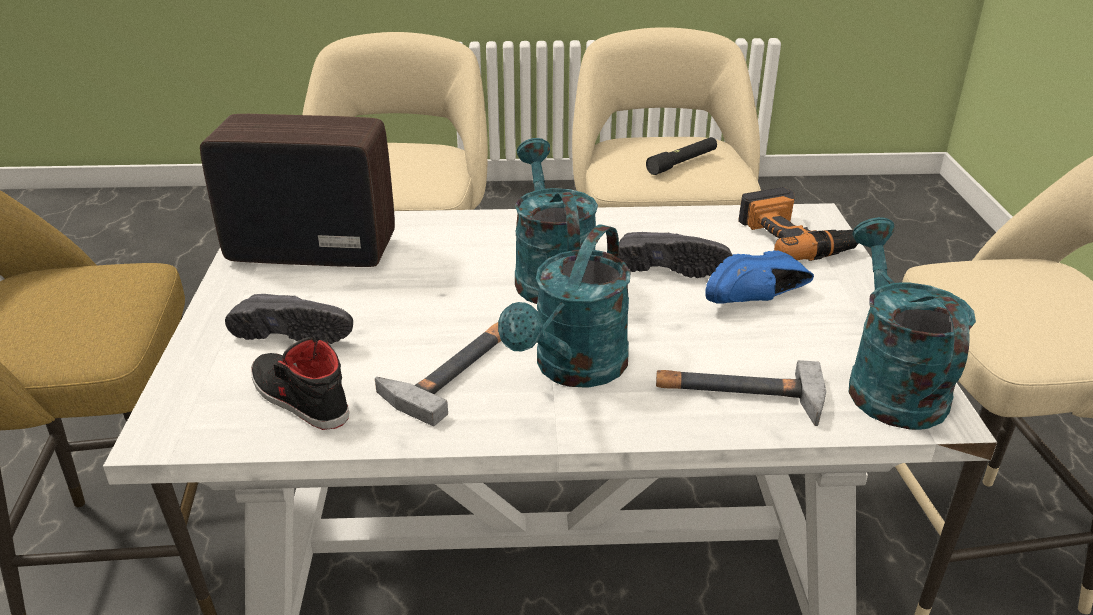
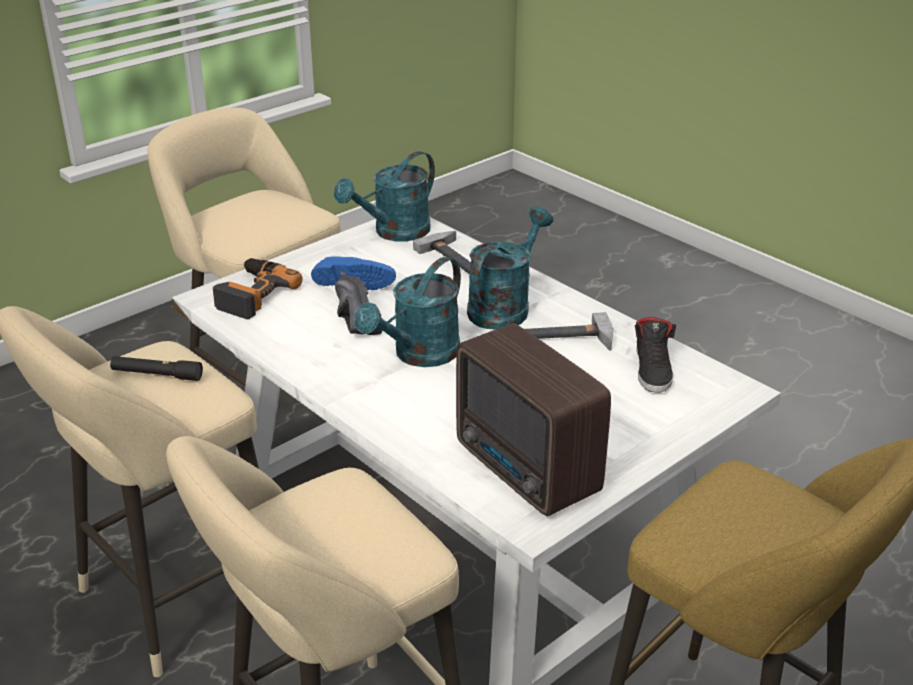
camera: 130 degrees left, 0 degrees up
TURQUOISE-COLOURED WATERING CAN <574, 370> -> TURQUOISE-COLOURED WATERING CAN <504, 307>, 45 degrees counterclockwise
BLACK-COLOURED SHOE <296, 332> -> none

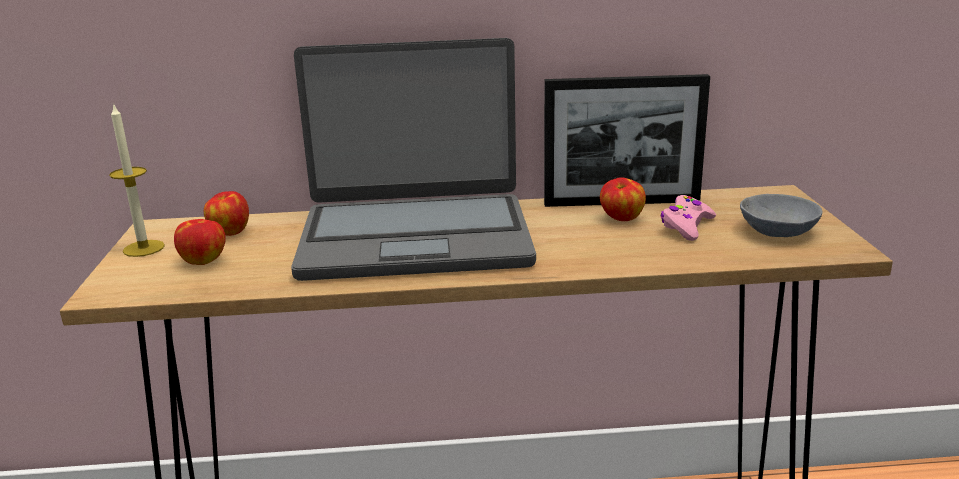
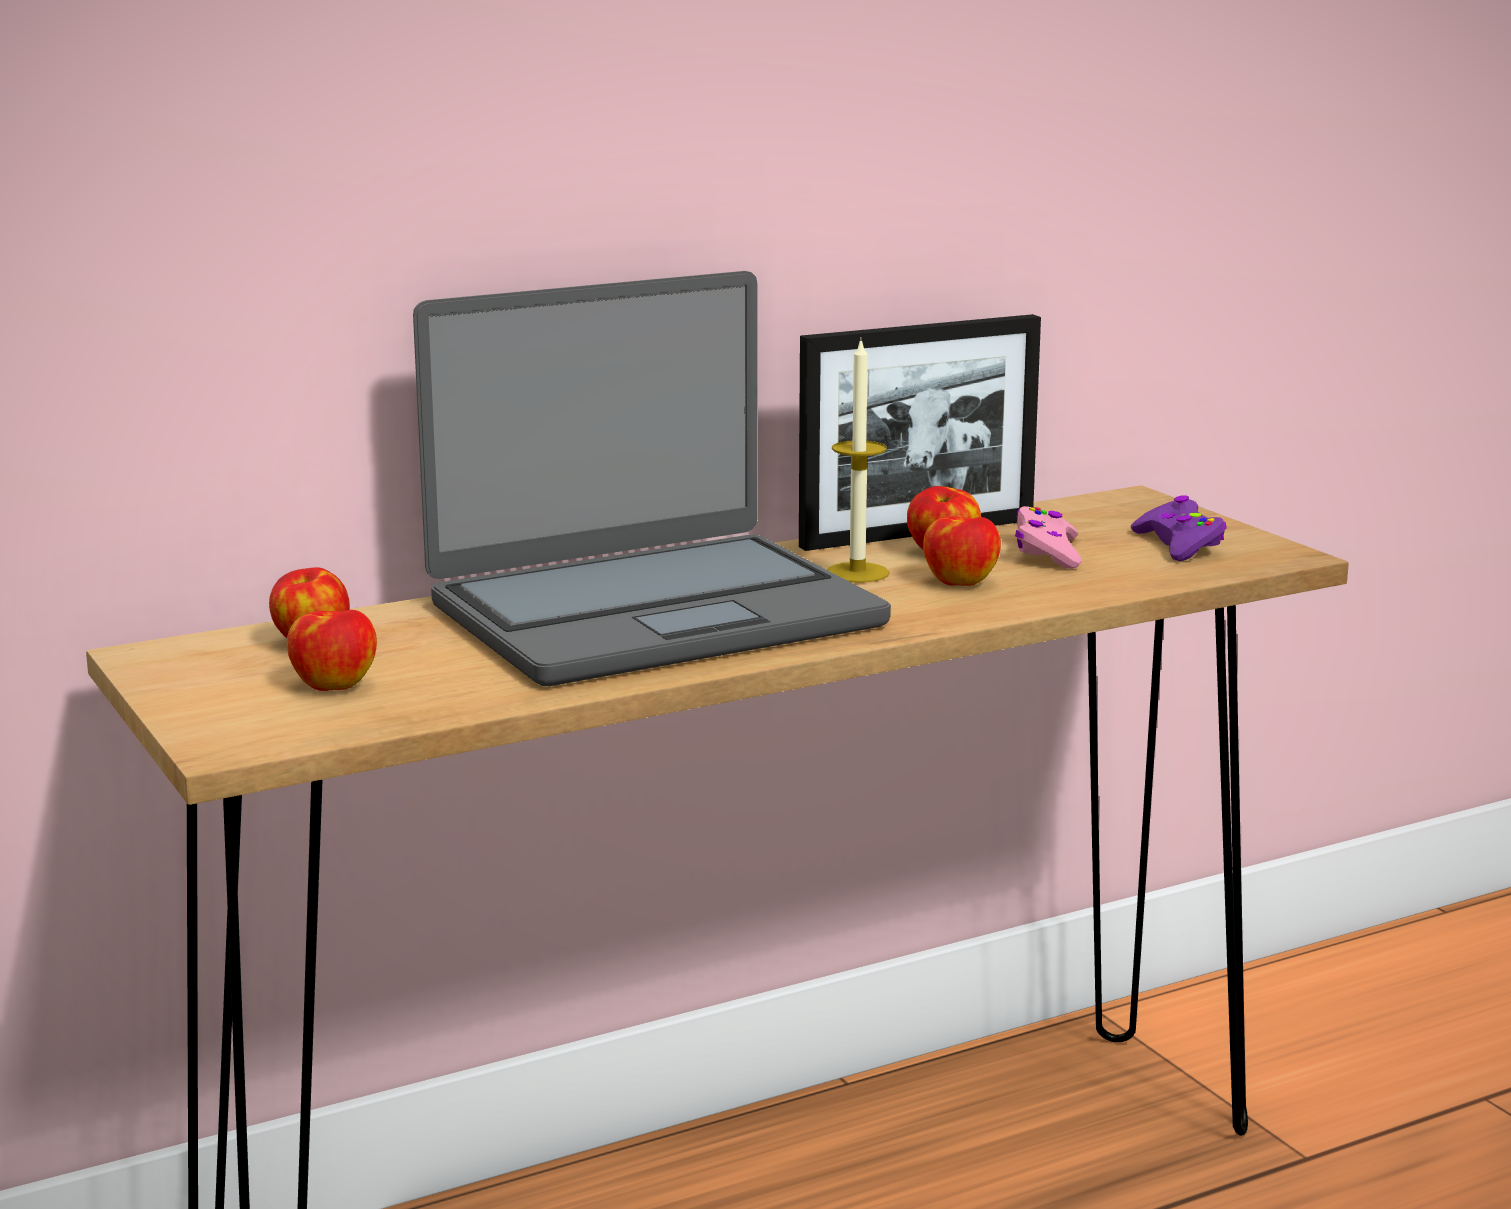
camera: 25 degrees left, 5 degrees down
WAX CANDLE <143, 248> -> WAX CANDLE <857, 573>, moved
GRAY BOWL <779, 231> -> PURPLE-COLOURED GAMEPAD <1179, 544>
none -> APPLE <960, 582>

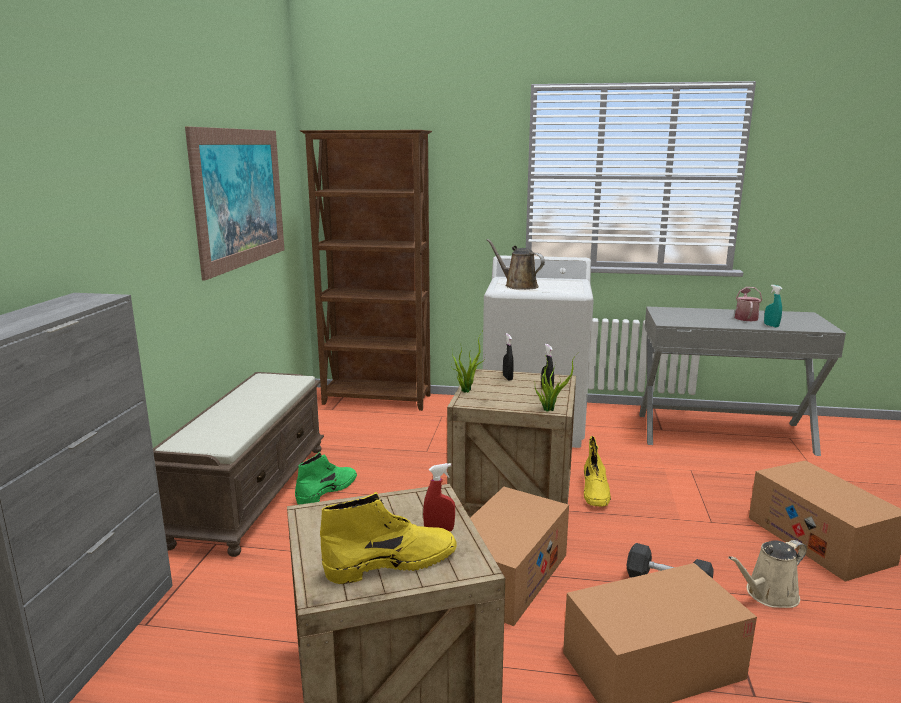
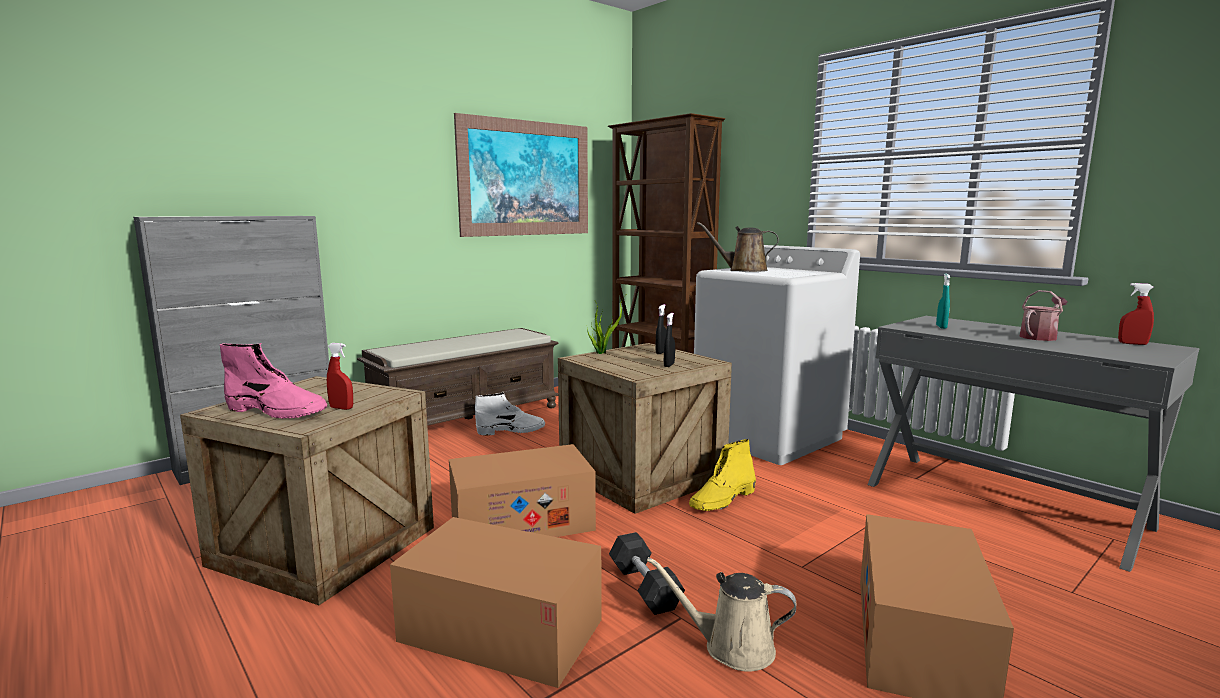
camera: 40 degrees right, 5 degrees down
BROWN WATERING CAN <518, 286> -> BROWN WATERING CAN <743, 270>, 75 degrees counterclockwise
TURQUOISE-COLOURED HAND SPRAYER <771, 326> -> TURQUOISE-COLOURED HAND SPRAYER <941, 327>, moved
HOUSEPLANT <550, 409> -> none
GREEN-COLOURED HIGH-TOP BOOT <327, 490> -> WHITE HIGH-TOP BOOT <512, 430>
YELLOW-COLOURED HIGH-TOP BOOT <393, 563> -> PINK HIGH-TOP BOOT <277, 411>
none -> RED-COLOURED HAND SPRAYER <1132, 344>

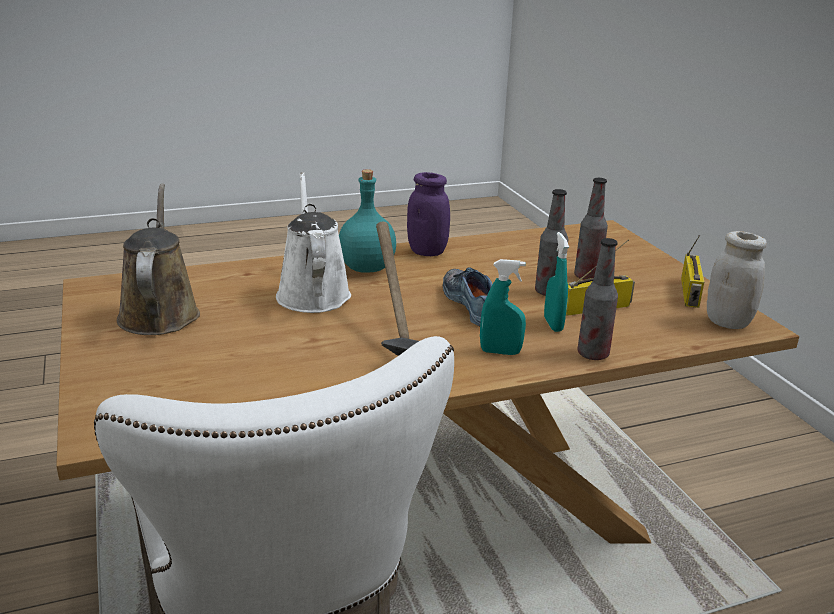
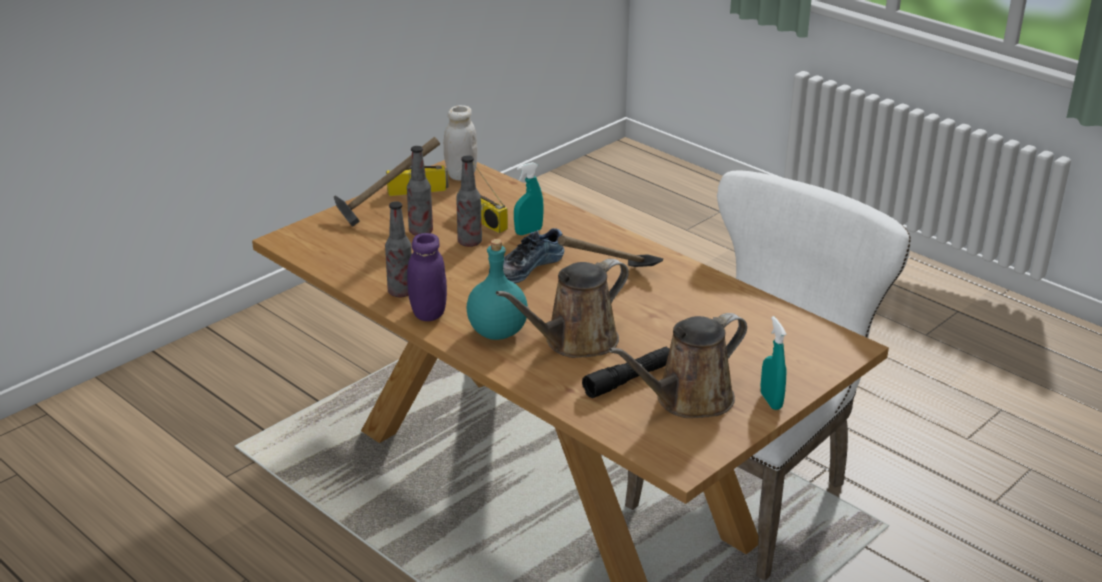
camera: 115 degrees left, 5 degrees up
WHITE WATERING CAN <312, 293> -> BROWN WATERING CAN <575, 342>
DRINK BOTTLE <593, 354> -> DRINK BOTTLE <400, 292>, moved
TURQUOISE-COLOURED HAND SPRAYER <500, 352> -> TURQUOISE-COLOURED HAND SPRAYER <771, 401>, moved
none -> TOOL HAMMER <385, 212>
none -> BLACK-COLOURED TORCH <630, 379>

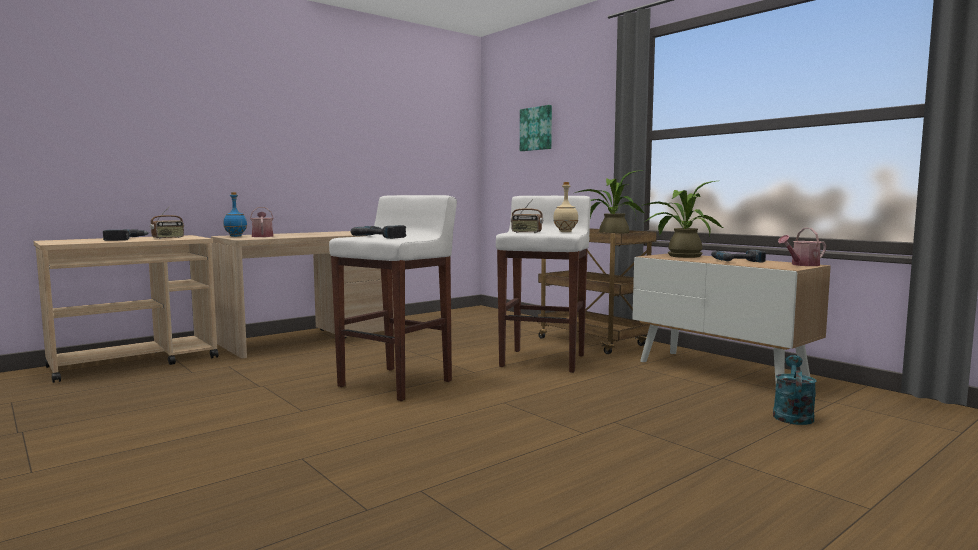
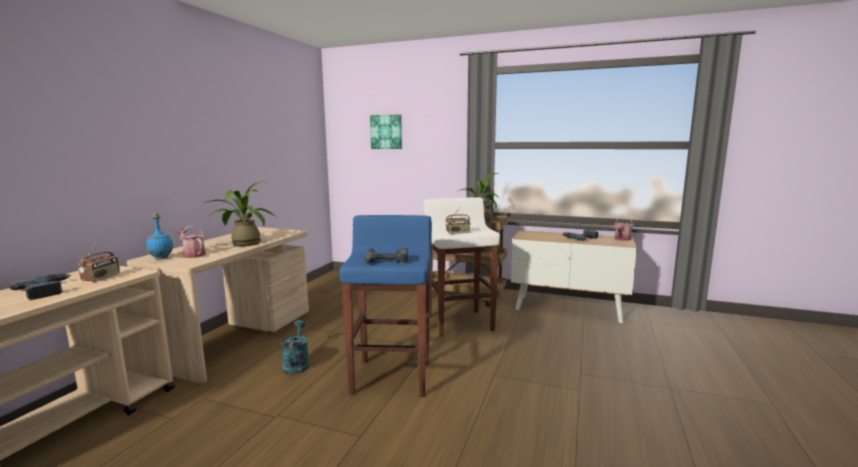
camera: 30 degrees left, 5 degrees up
HOUSEPLANT <680, 256> -> HOUSEPLANT <243, 243>, moved
BEIGE DRINK BOTTLE <565, 232> -> none
WHITE STOOL SEAT <397, 383> -> BLUE STOOL SEAT <392, 376>
TURQUOISE-COLOURED WATERING CAN <792, 415> -> TURQUOISE-COLOURED WATERING CAN <296, 364>, moved

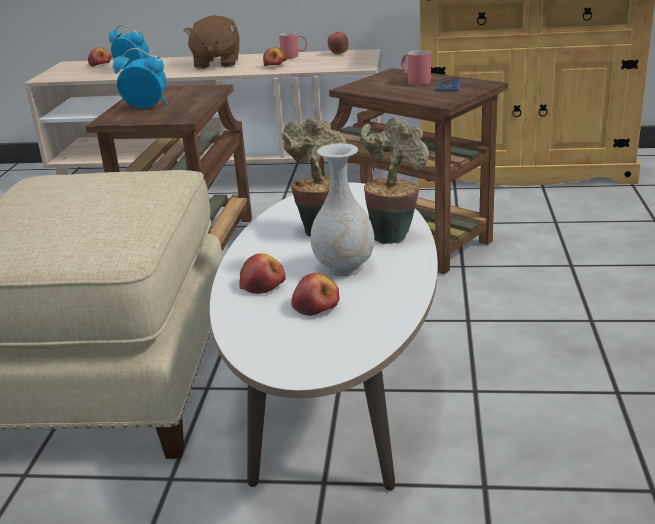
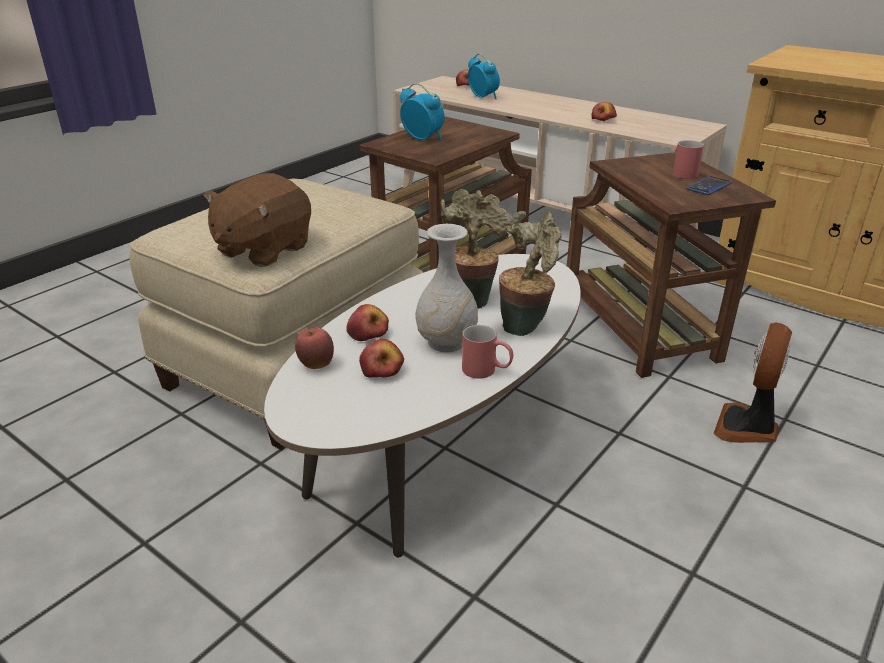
camera: 30 degrees right, 5 degrees up
BROWN SOFT TOY <216, 63> -> BROWN SOFT TOY <263, 250>, moved
APPLE <338, 53> -> APPLE <316, 365>, moved
RED-COLOURED MUG <294, 56> -> RED-COLOURED MUG <487, 371>, moved
none -> COOLING FAN <747, 427>

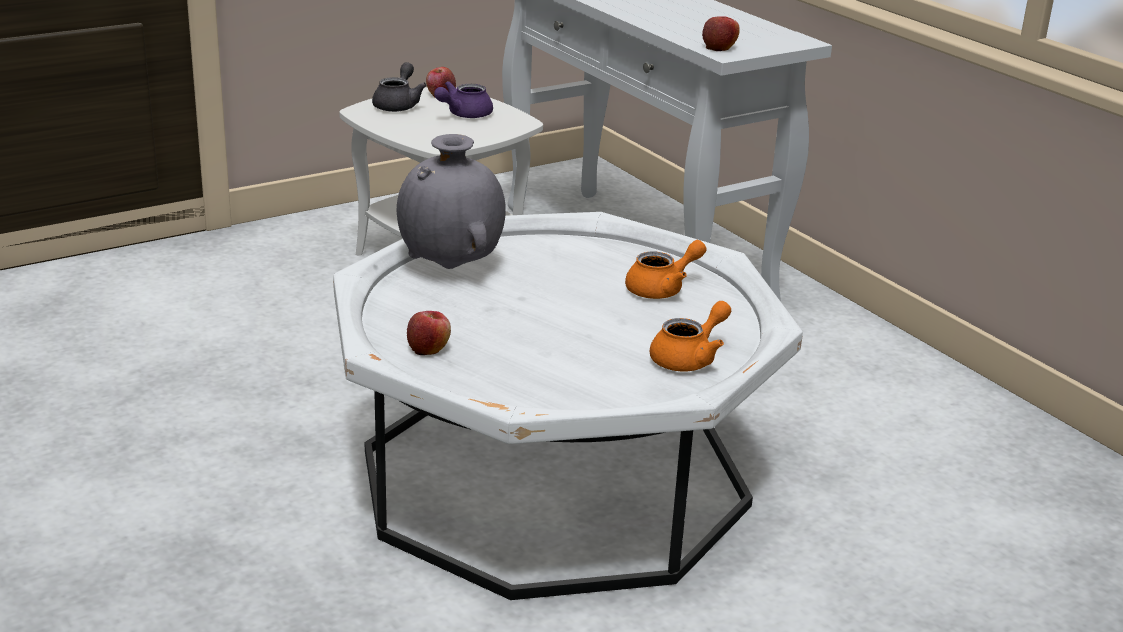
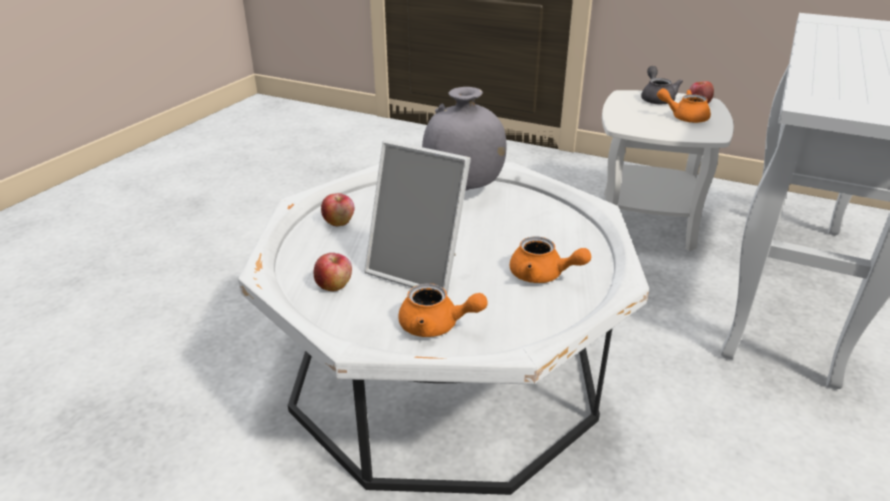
camera: 60 degrees right, 5 degrees up
APPLE <719, 47> -> APPLE <334, 285>, moved
GRAY POT FOR TEA <398, 105> -> GRAY POT FOR TEA <656, 98>, 75 degrees counterclockwise
PURPLE-COLOURED POT FOR TEA <464, 115> -> ORANGE POT FOR TEA <684, 117>
none -> STANDING FRAME <420, 270>

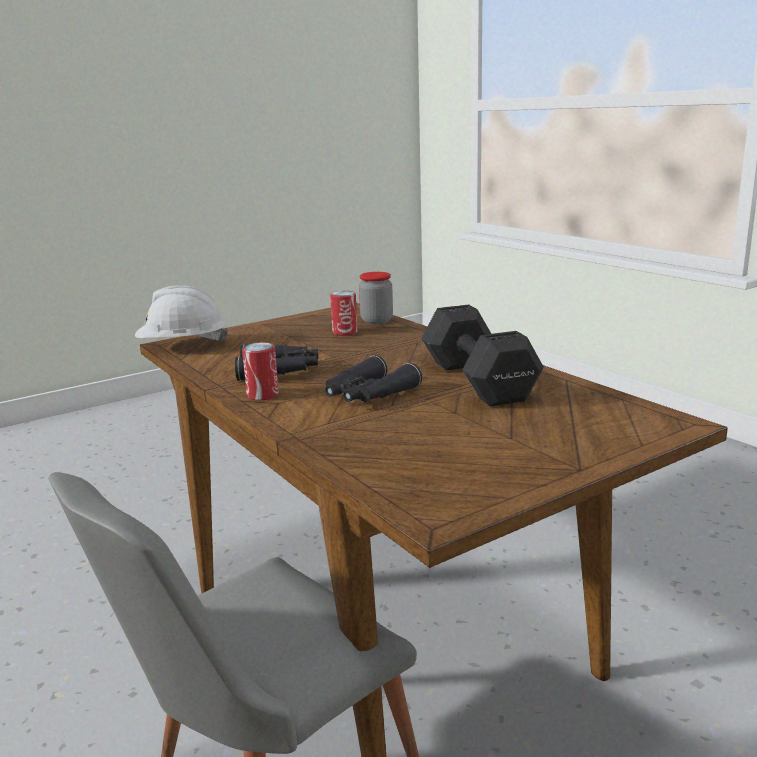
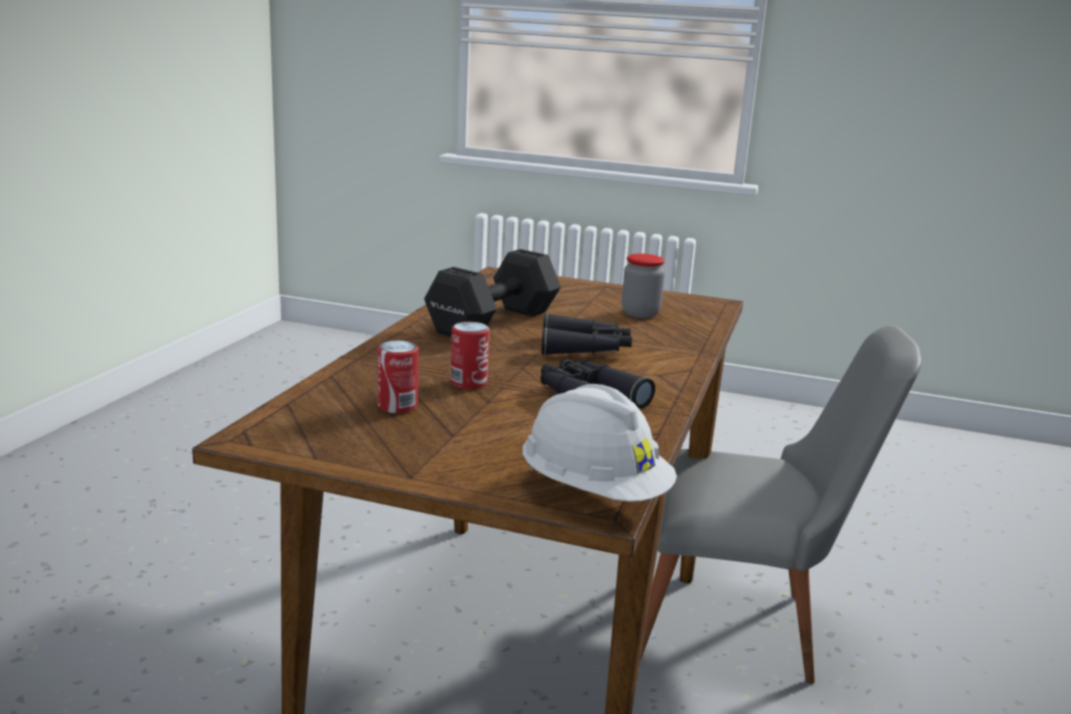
camera: 130 degrees left, 0 degrees up
JAR <376, 321> -> JAR <640, 313>, moved
SEALED CAN <262, 395> -> SEALED CAN <468, 383>, moved

